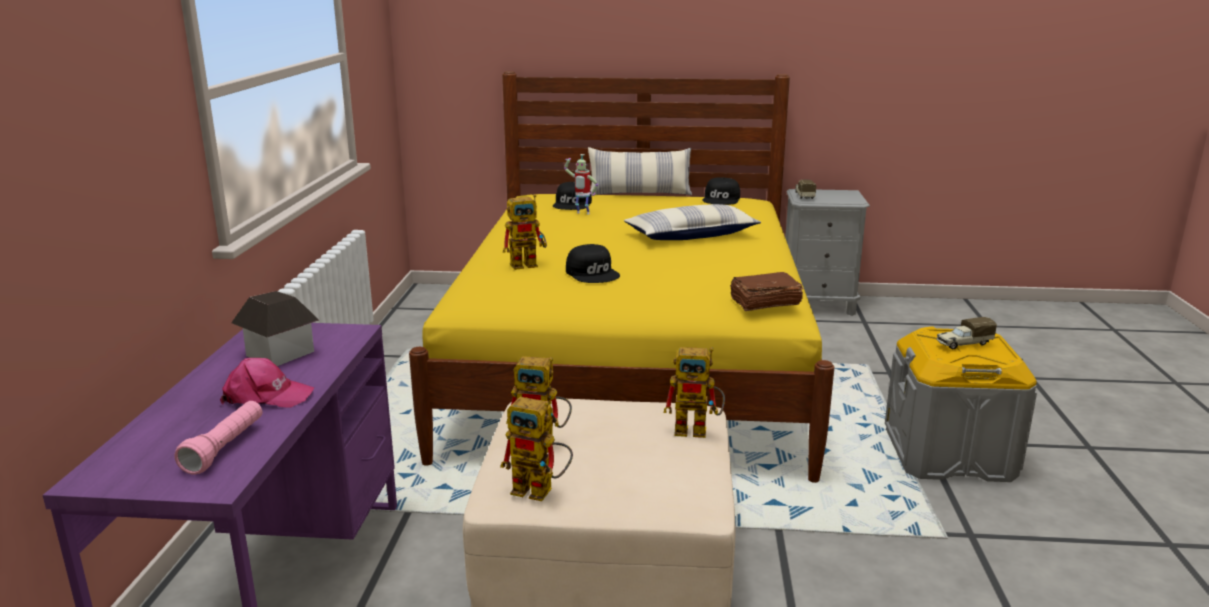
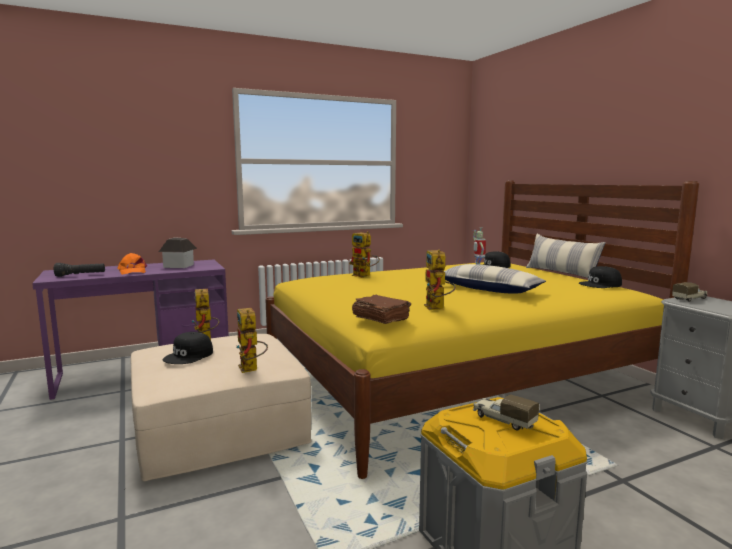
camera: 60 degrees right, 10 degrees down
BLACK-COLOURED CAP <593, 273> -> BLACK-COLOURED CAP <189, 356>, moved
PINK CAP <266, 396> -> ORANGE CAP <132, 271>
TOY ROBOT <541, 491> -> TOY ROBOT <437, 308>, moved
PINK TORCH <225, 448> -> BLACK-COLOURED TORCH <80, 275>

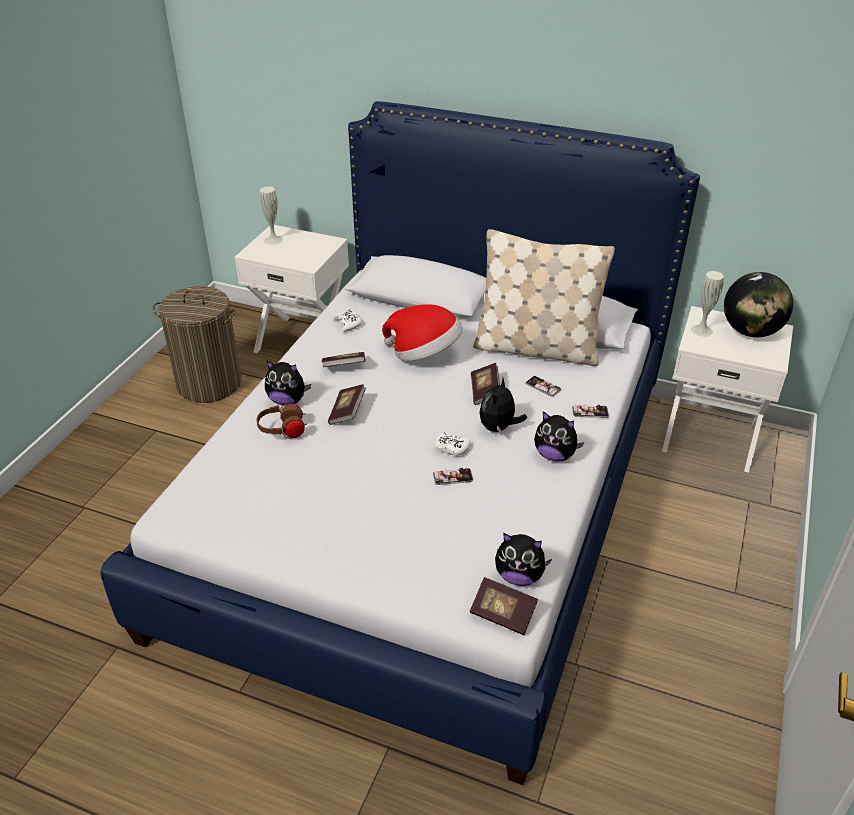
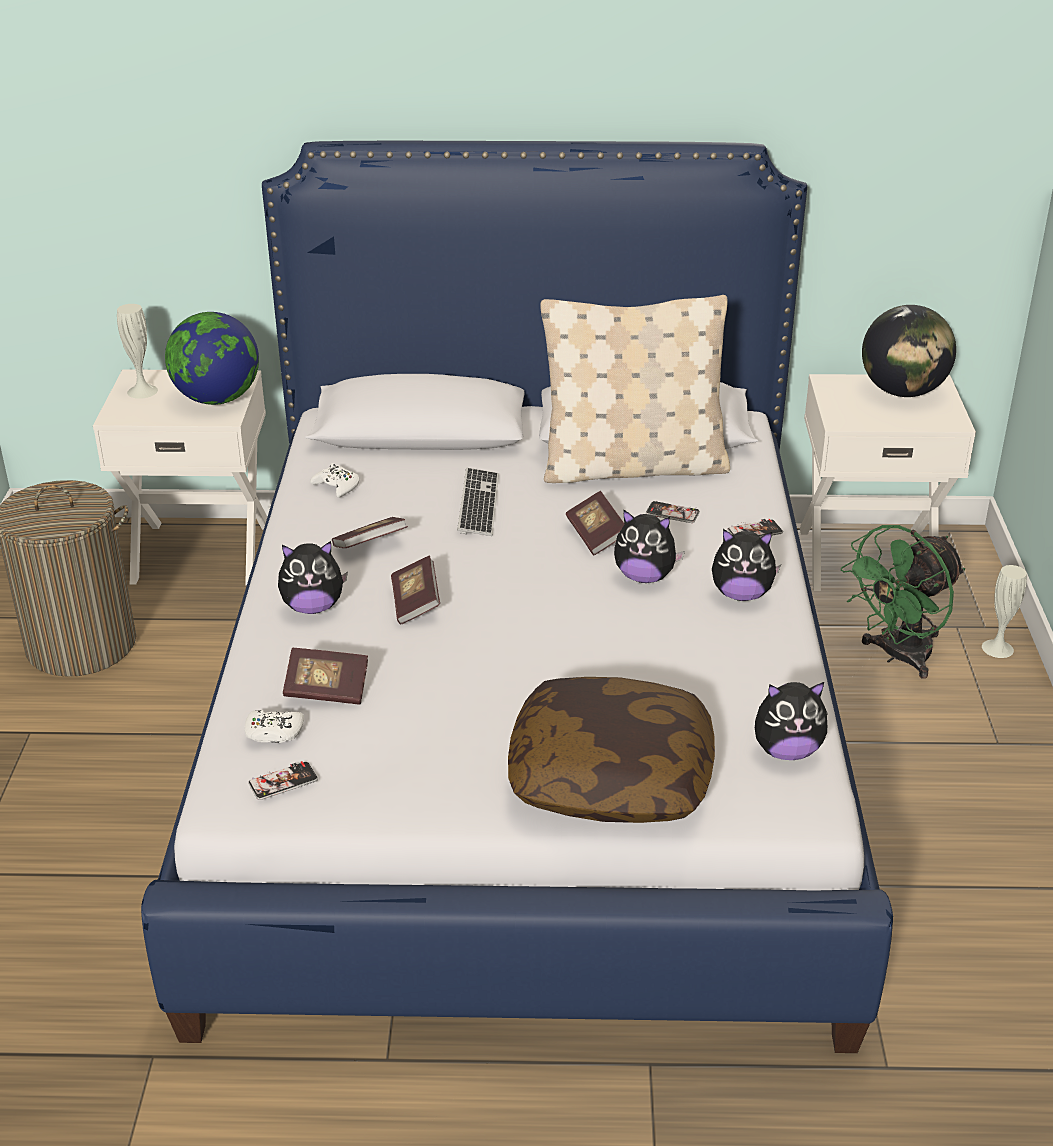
camera: 20 degrees left, 5 degrees down
WHITE FLOWER VASE <701, 330> -> WHITE FLOWER VASE <997, 648>, moved
CLOTHING HAT <424, 354> -> COMPUTER KEYBOARD <478, 504>
SOFT TOY <498, 427> -> SOFT TOY <645, 577>, 75 degrees counterclockwise
BROWN HEADPHONES <283, 431> -> none
WHITE GAMEPAD <451, 448> -> WHITE GAMEPAD <274, 732>, moved
HANDSET <453, 477> -> HANDSET <283, 782>, moved
BOUND BOOK <502, 614> -> BOUND BOOK <327, 690>, moved
none -> DESK GLOBE <217, 399>
none -> GREEN-COLOURED COOLING FAN <897, 656>
none -> CUSHION <611, 777>

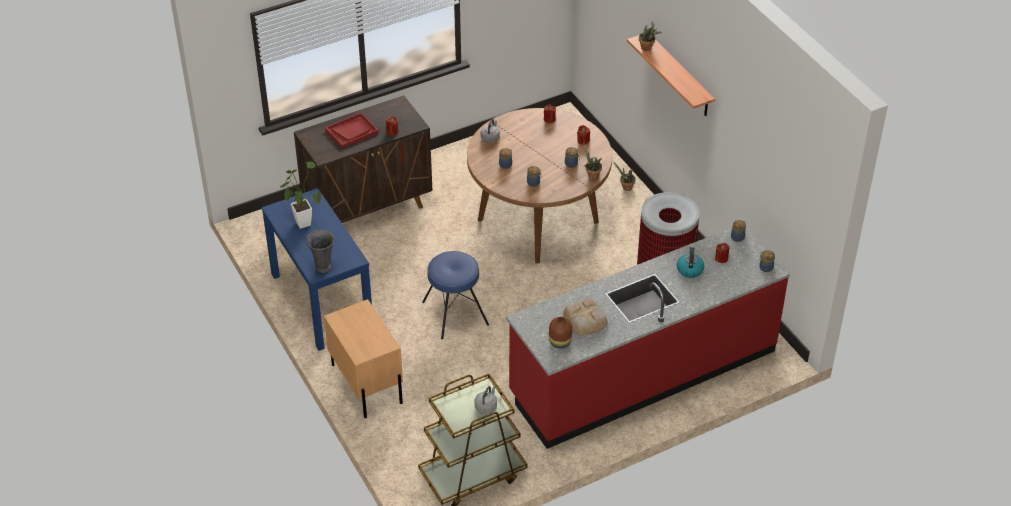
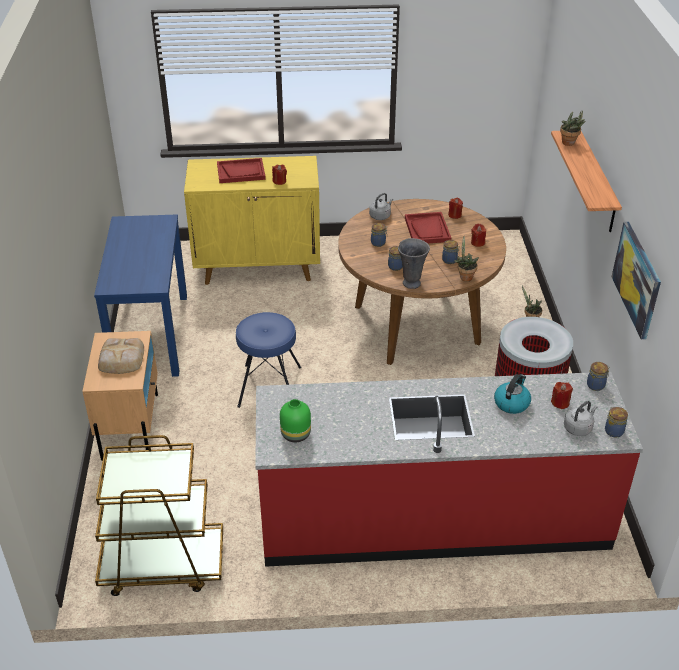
camera: 25 degrees right, 5 degrees down
BROWN STORAGE CABINET <369, 208> -> YELLOW-COLOURED STORAGE CABINET <259, 267>
HOUSEPLANT <302, 221> -> none
GRAY FLOWER VASE <323, 267> -> GRAY FLOWER VASE <411, 283>, moved
BAKED BREAD <585, 320> -> BAKED BREAD <121, 359>, moved
BROWN FLOWER VASE <560, 342> -> GREEN-COLOURED FLOWER VASE <296, 434>
GRAY WATER KETTLE <486, 406> -> GRAY WATER KETTLE <578, 428>, moved
none -> RED-COLOURED CARRYING TRAY <427, 230>
none -> WALL ART <637, 279>

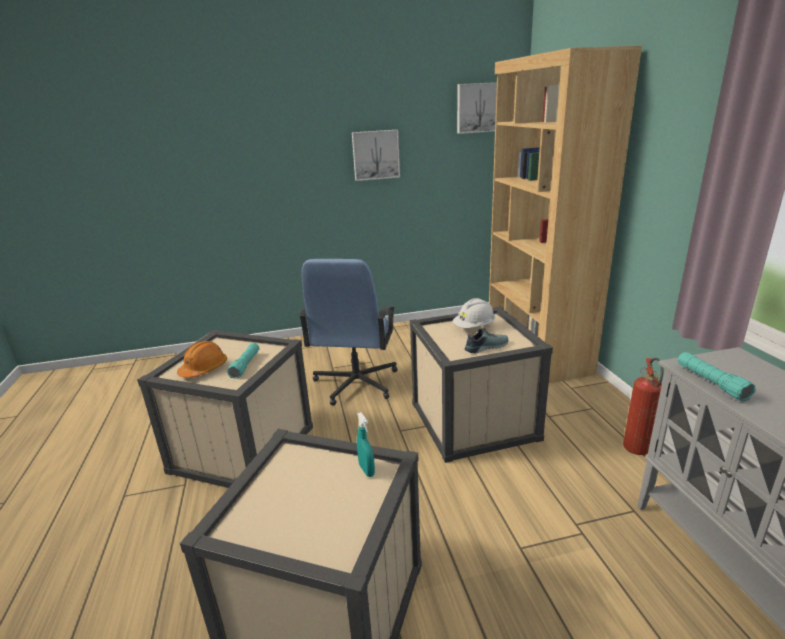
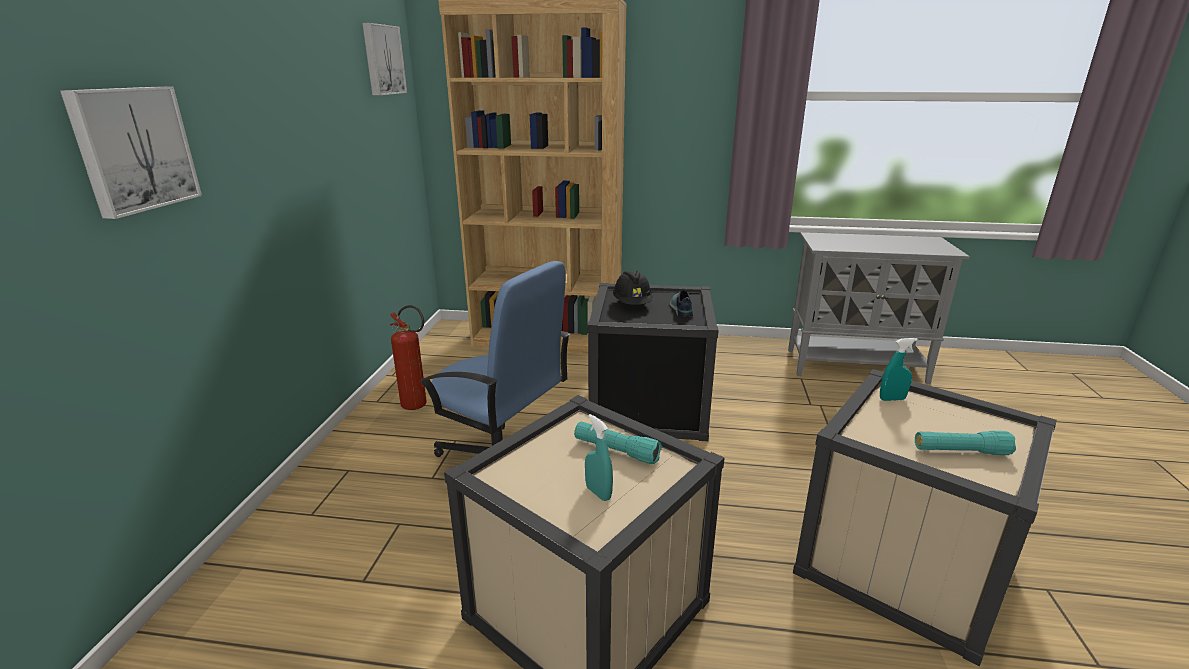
camera: 70 degrees left, 0 degrees up
WALL ART <375, 155> -> WALL ART <133, 149>, moved
WHITE SAFETY HELMET <474, 327> -> BLACK-COLOURED SAFETY HELMET <632, 304>
BEIGE STORAGE BIN <473, 421> -> BLACK-COLOURED STORAGE BIN <648, 407>
ORANGE SAFETY HELMET <204, 369> -> TURQUOISE-COLOURED HAND SPRAYER <598, 493>
TURQUOISE-COLOURED TORCH <711, 383> -> TURQUOISE-COLOURED TORCH <960, 452>, moved
EXTINGUISHER <637, 452> -> EXTINGUISHER <418, 406>, moved

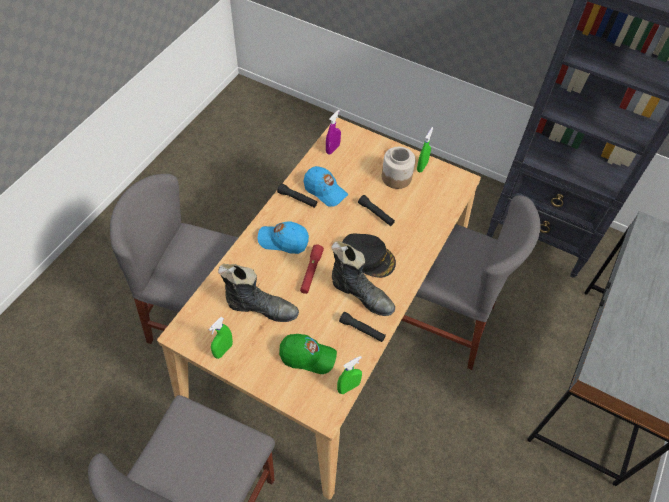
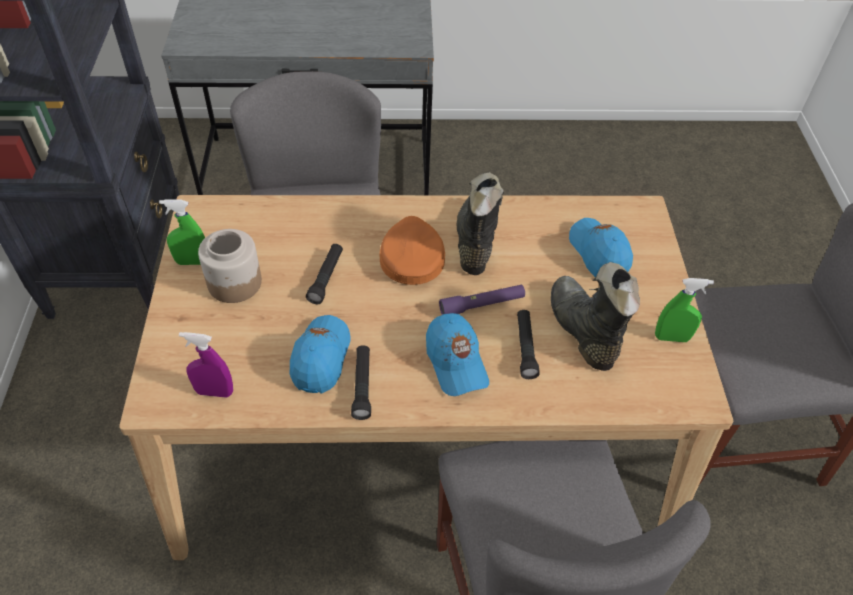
camera: 120 degrees left, 5 degrees down
BLACK-COLOURED CAP <368, 258> -> ORANGE CAP <411, 256>
RED-COLOURED TORCH <311, 272> -> PURPLE-COLOURED TORCH <482, 305>
BLACK-COLOURED TORCH <362, 330> -> BLACK-COLOURED TORCH <525, 348>, moved
GREEN-COLOURED CAP <307, 356> -> BLUE CAP <599, 253>
GREEN-COLOURED HAND SPRAYER <348, 387> -> none

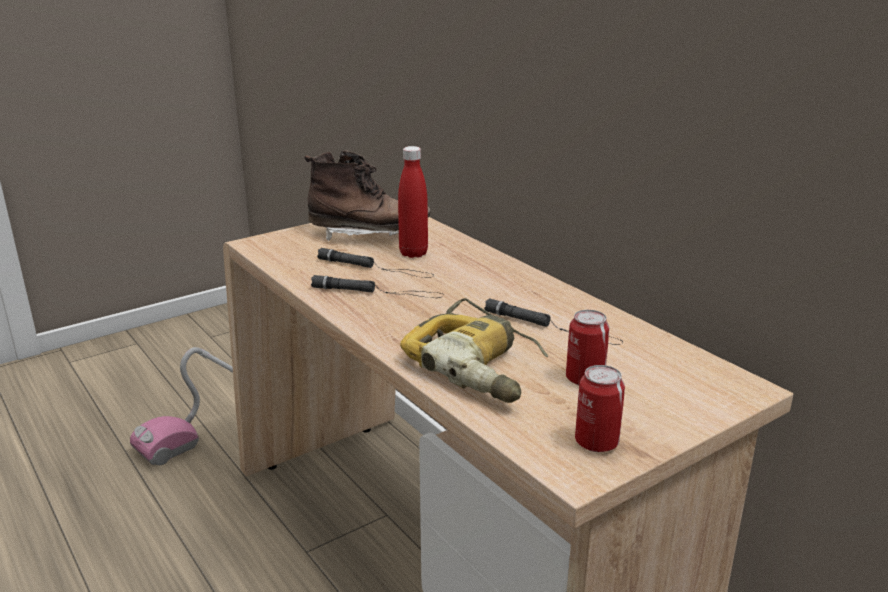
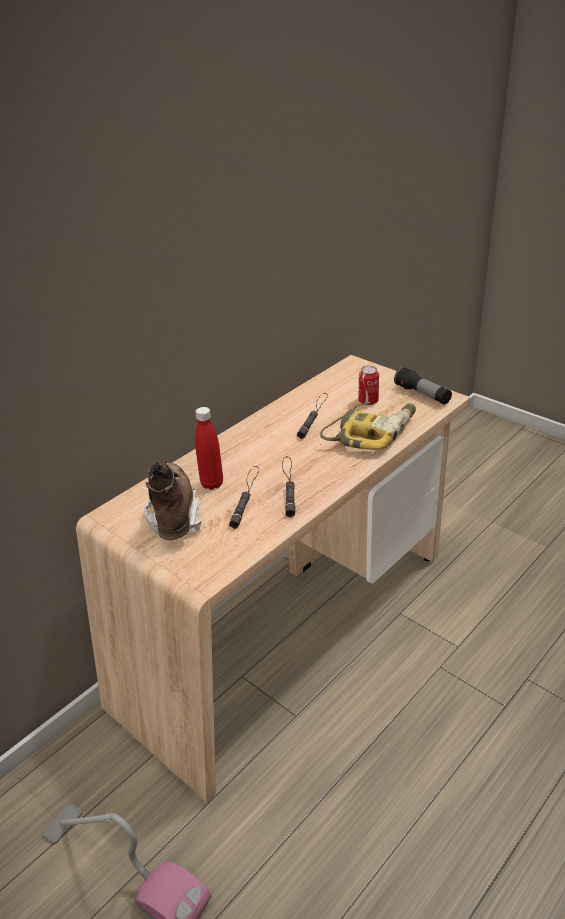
camera: 100 degrees left, 10 degrees up
SEALED CAN <596, 442> -> TORCH <422, 395>

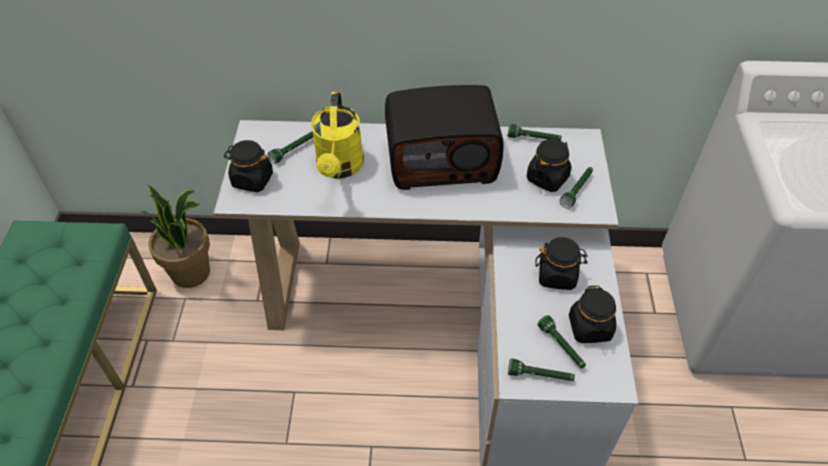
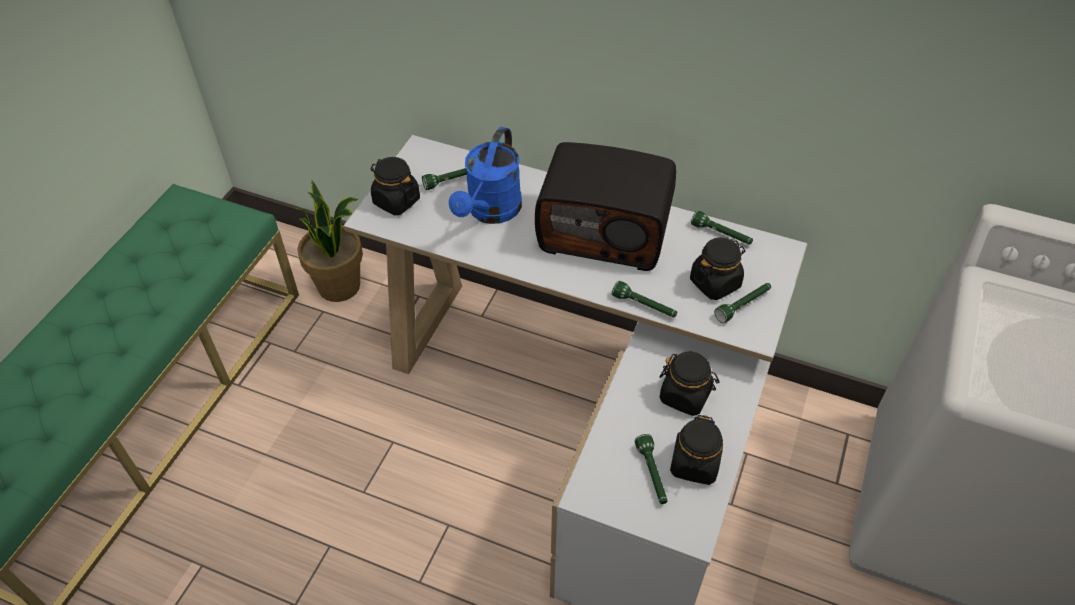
camera: 20 degrees right, 0 degrees up
YELLOW-COLOURED WATERING CAN <339, 168> -> BLUE WATERING CAN <490, 212>
GREEN-COLOURED TORCH <540, 376> -> GREEN-COLOURED TORCH <644, 306>, moved

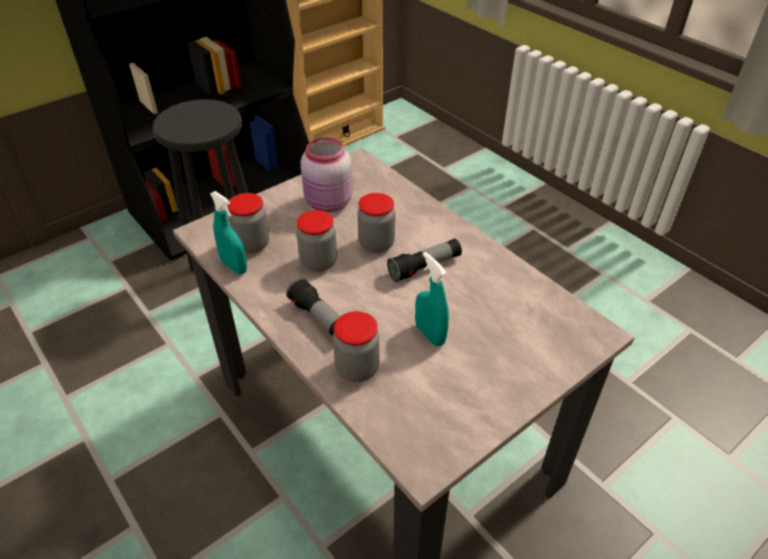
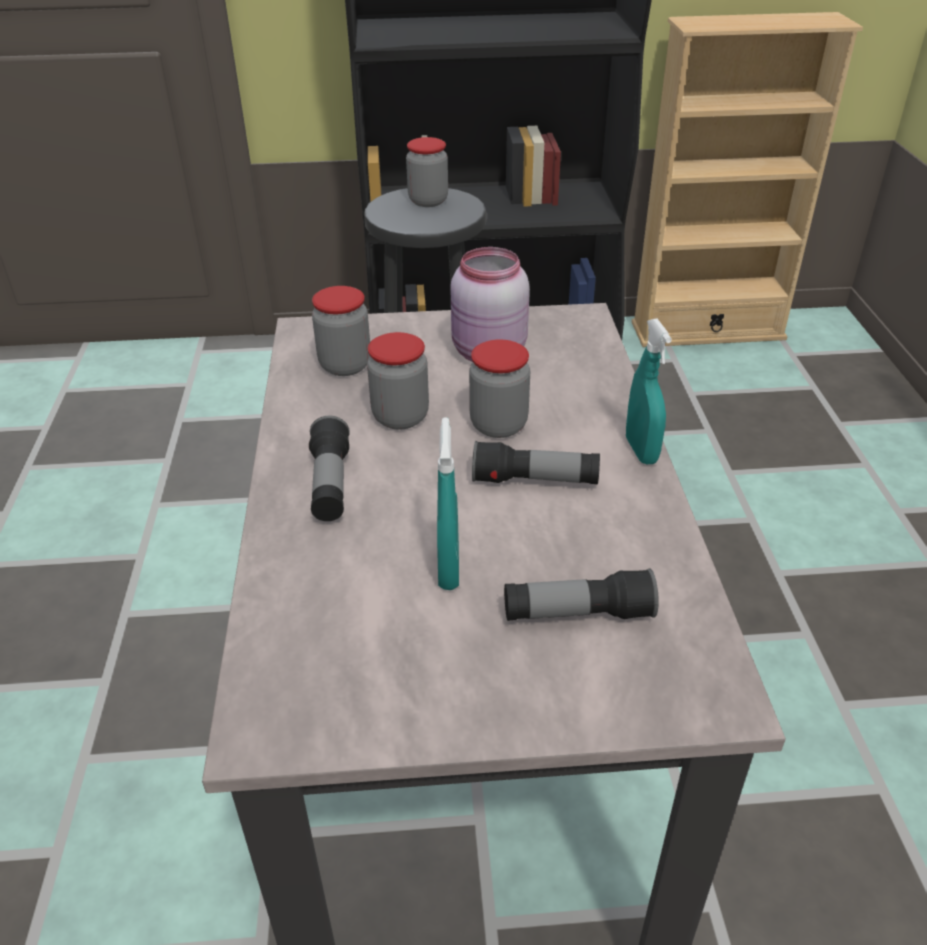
camera: 35 degrees right, 5 degrees down
TURQUOISE-COLOURED HAND SPRAYER <234, 266> -> TURQUOISE-COLOURED HAND SPRAYER <641, 451>, moved
JAR <357, 368> -> JAR <428, 201>, moved
none -> TORCH <577, 614>

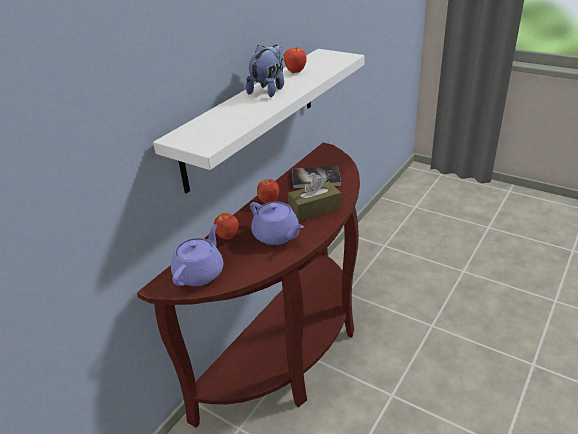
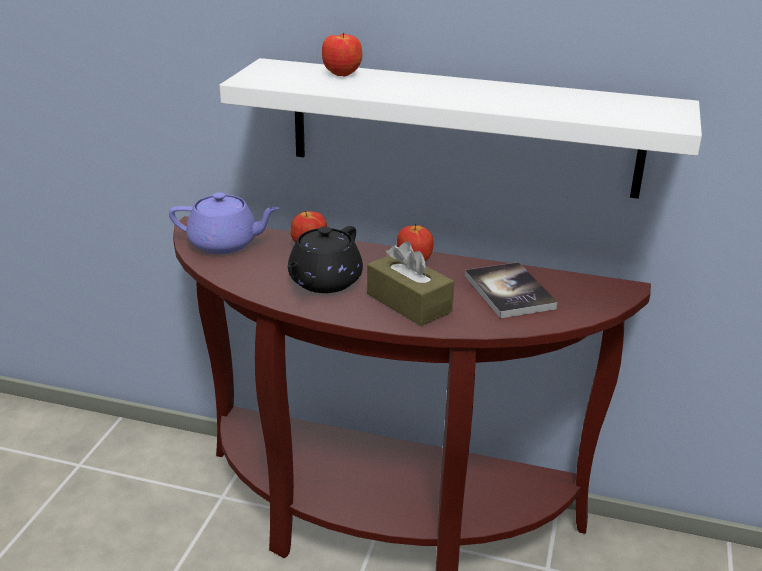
camera: 70 degrees right, 5 degrees down
SOFT TOY <269, 90> -> none
APPLE <295, 72> -> APPLE <342, 75>, moved
PURPLE-COLOURED POT FOR TEA <277, 236> -> BLACK-COLOURED POT FOR TEA <324, 282>

